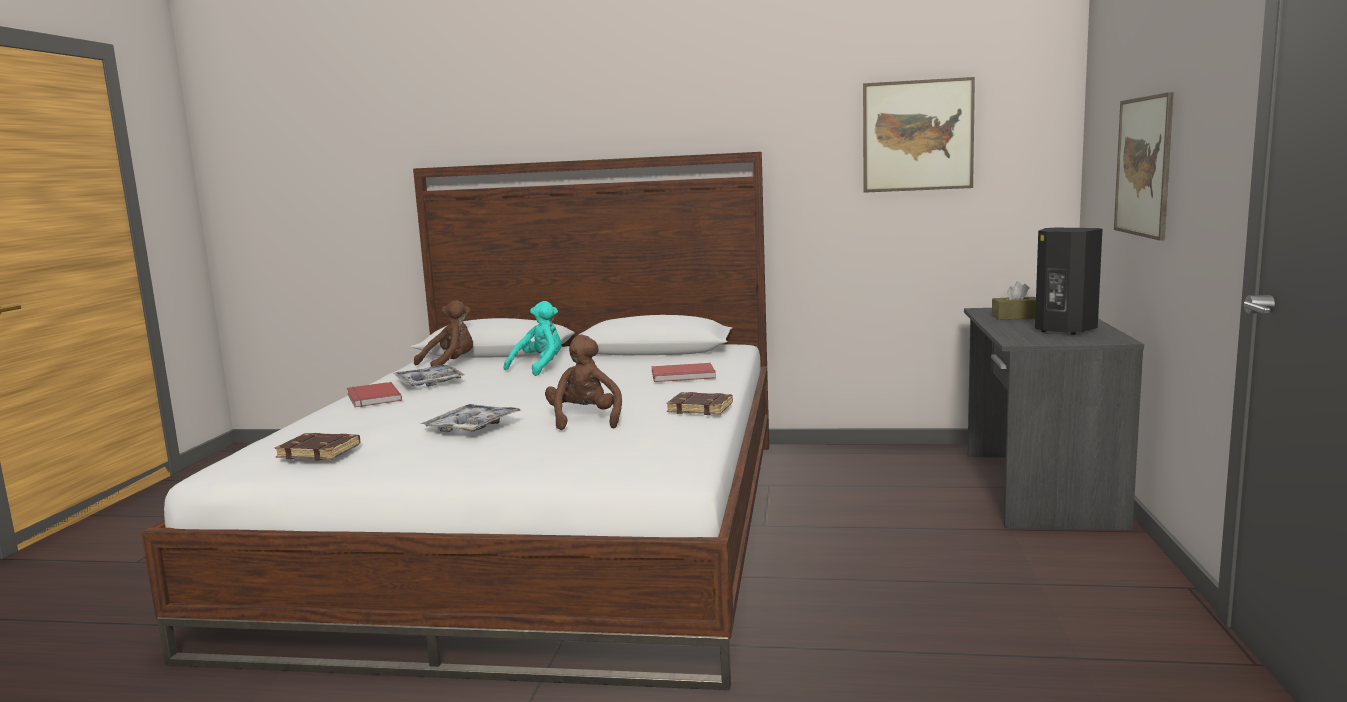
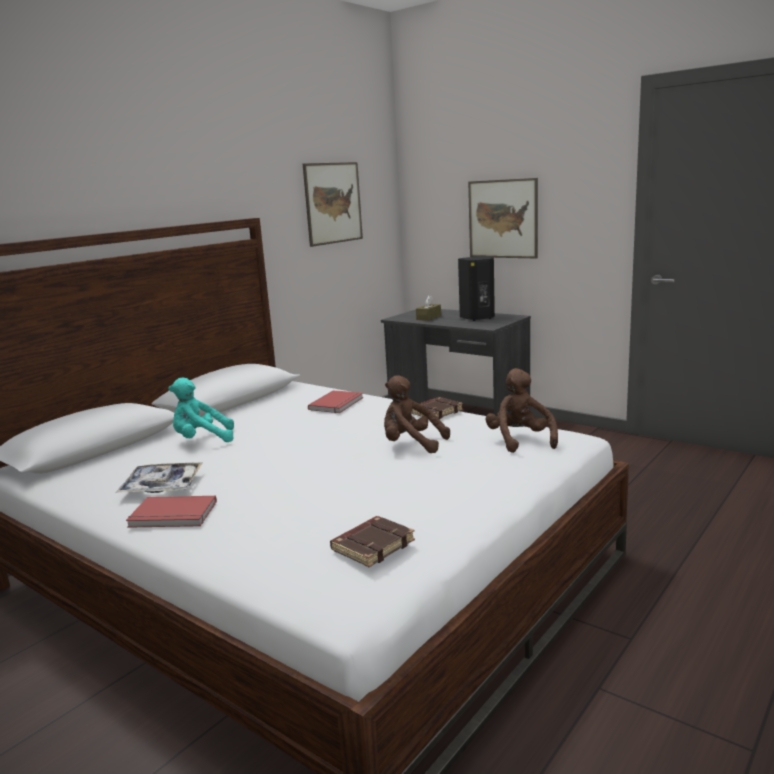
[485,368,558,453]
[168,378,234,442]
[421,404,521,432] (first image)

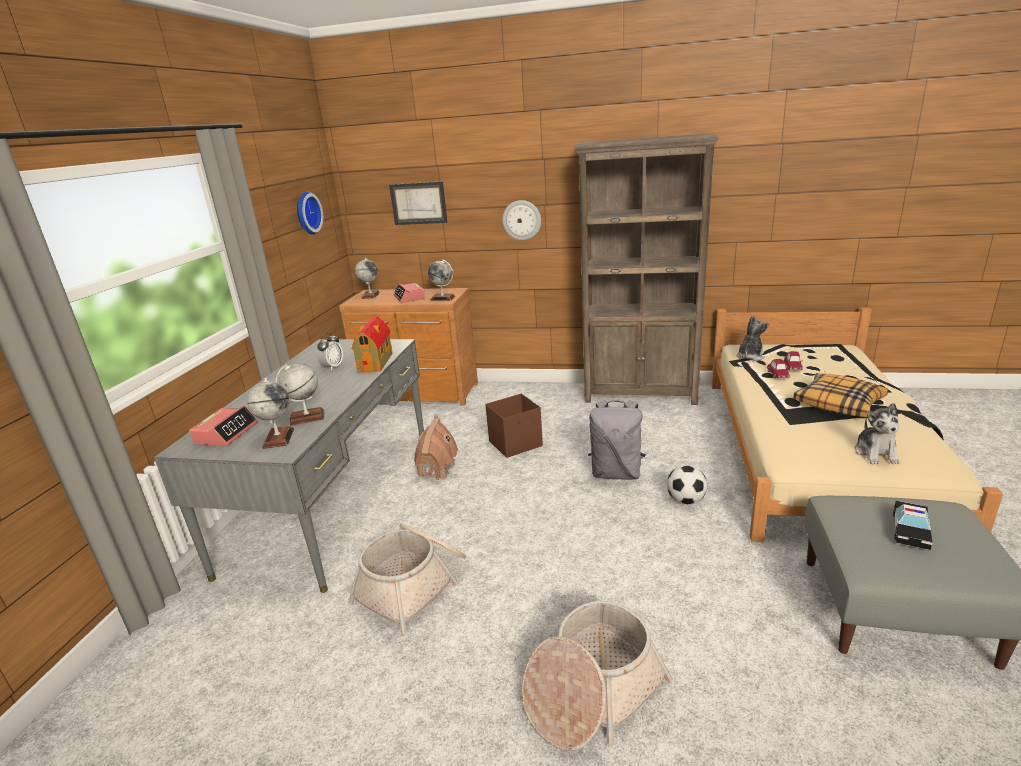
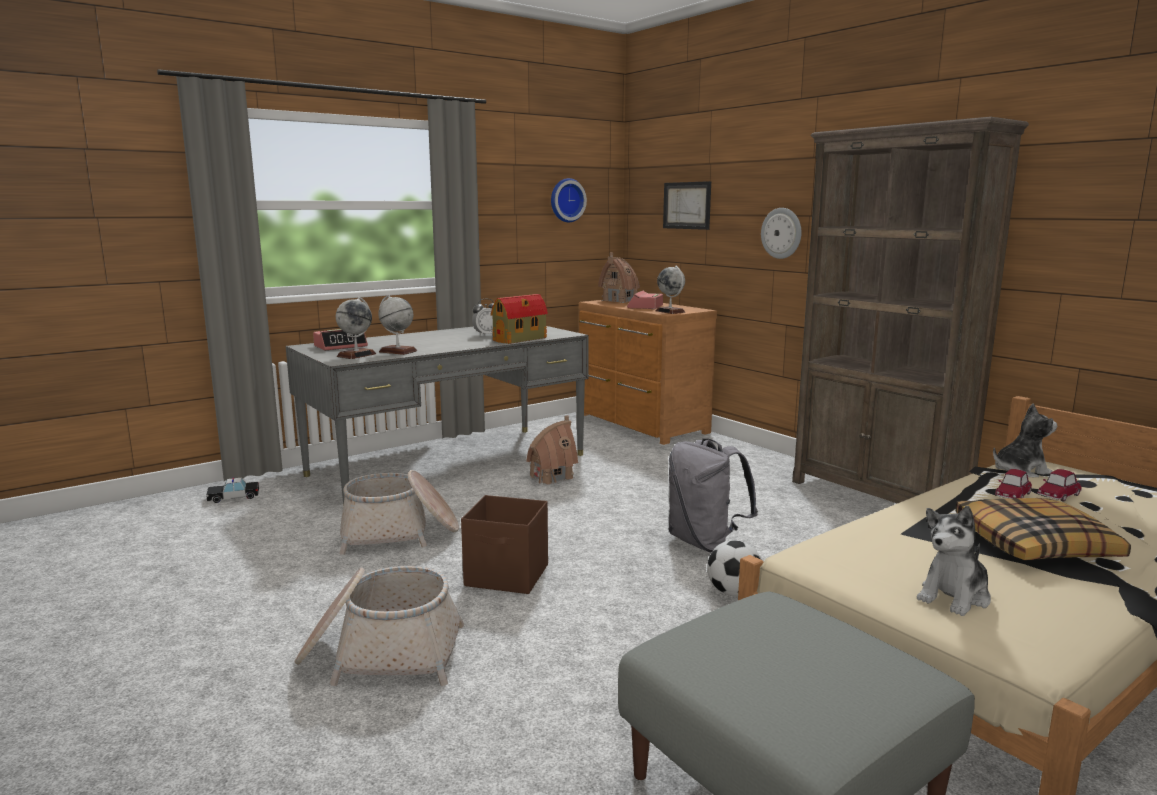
[598,253,640,303]
[461,495,548,594]
[206,477,259,503]

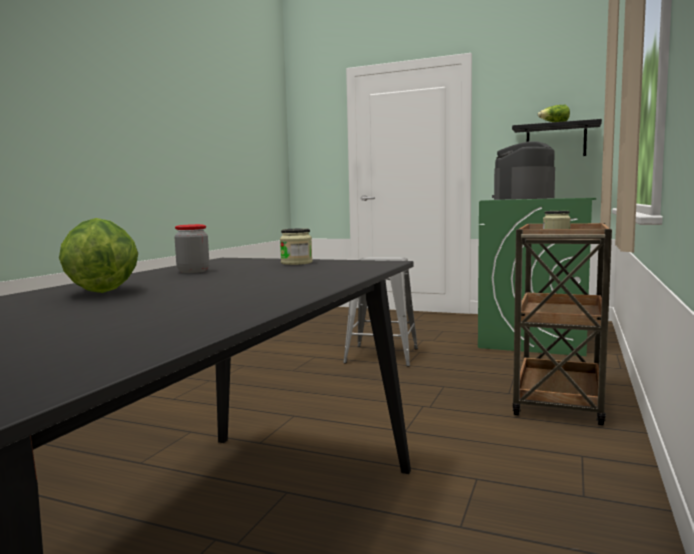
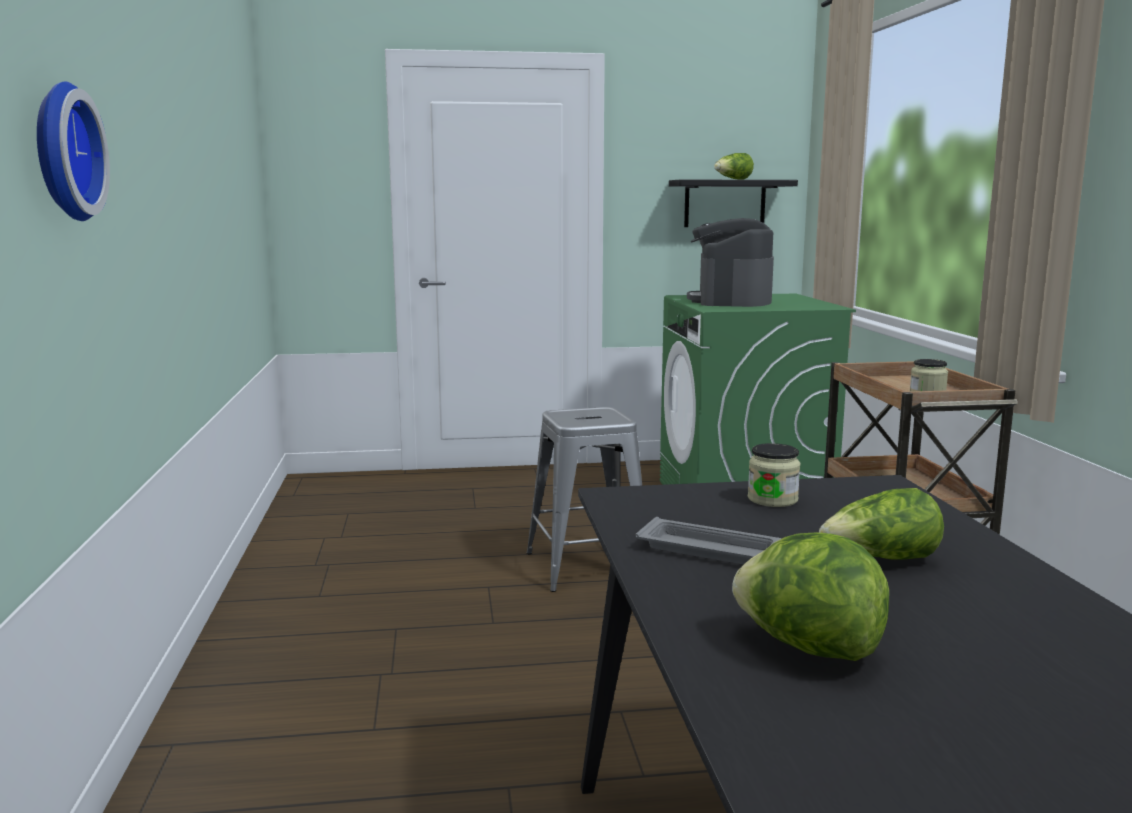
[636,517,781,564]
[37,82,110,221]
[819,488,944,560]

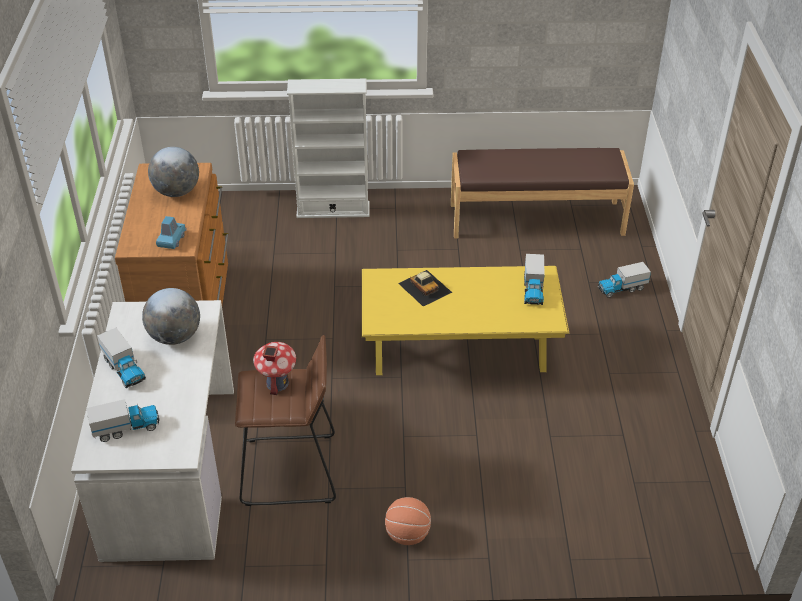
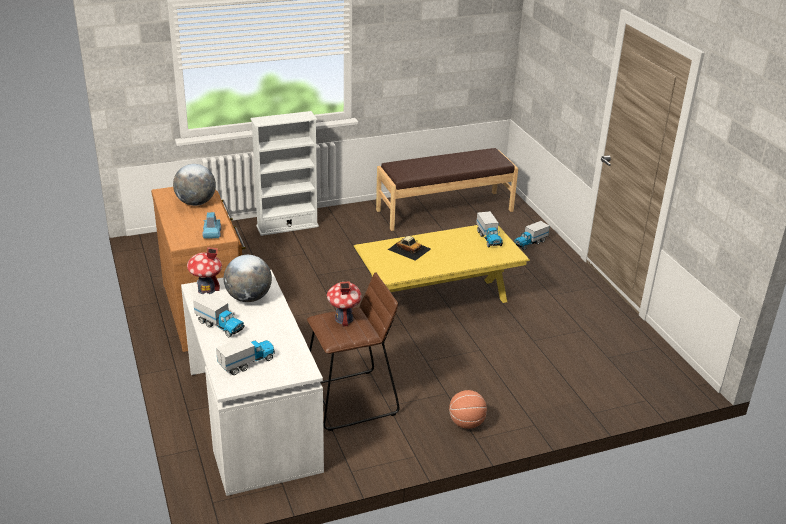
[187,247,222,294]

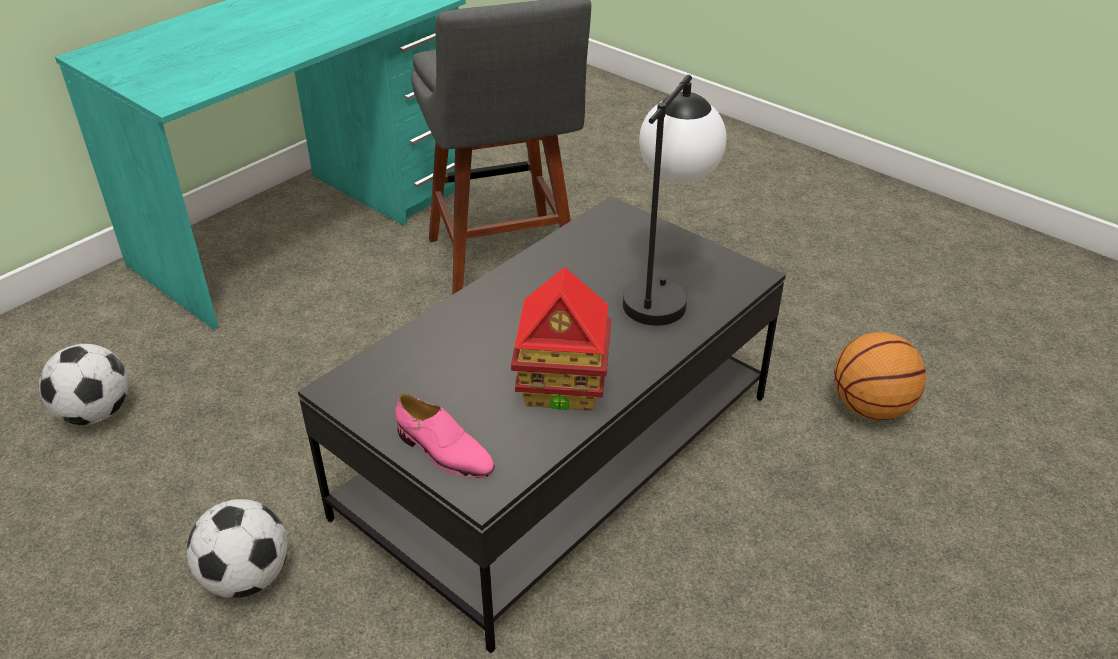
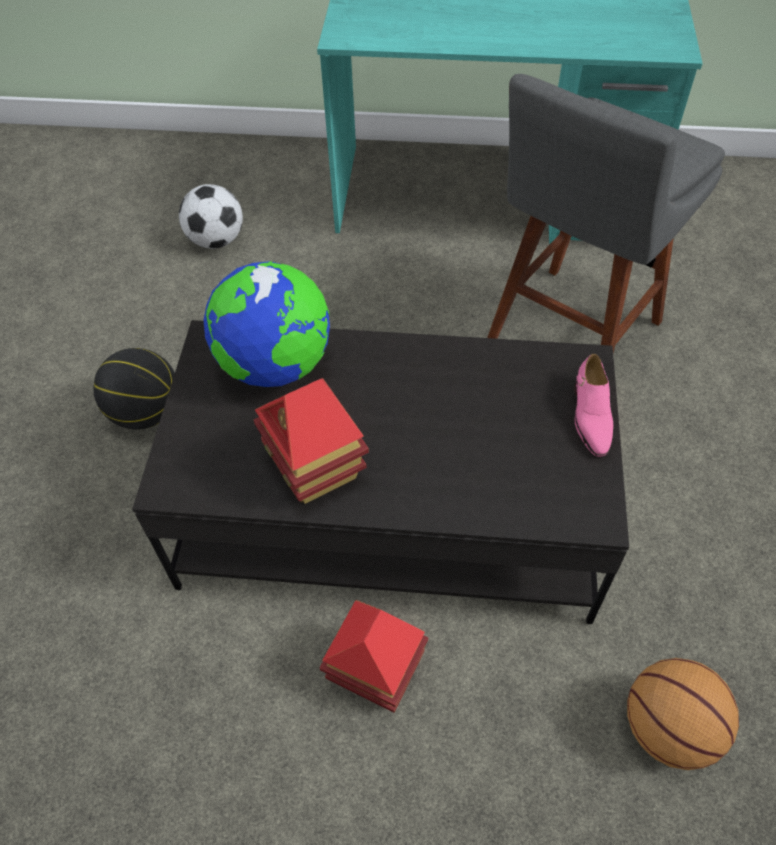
[623,75,727,326] (first image)
[574,354,613,457]
[93,348,175,429]
[204,261,330,387]
[320,600,428,713]

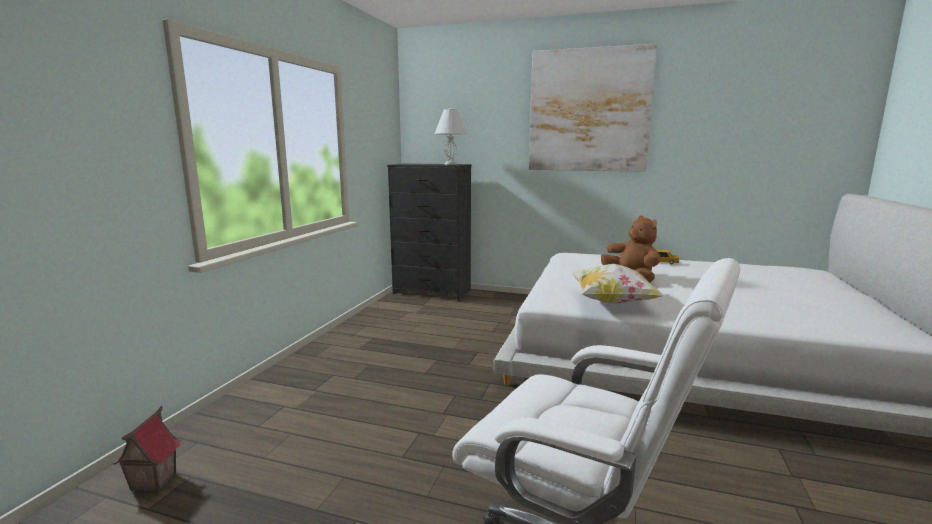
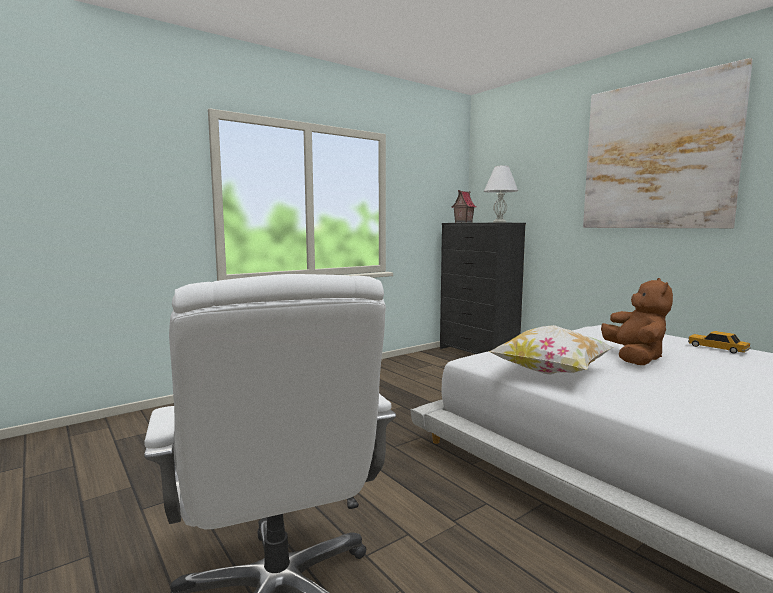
[452,190,476,223]

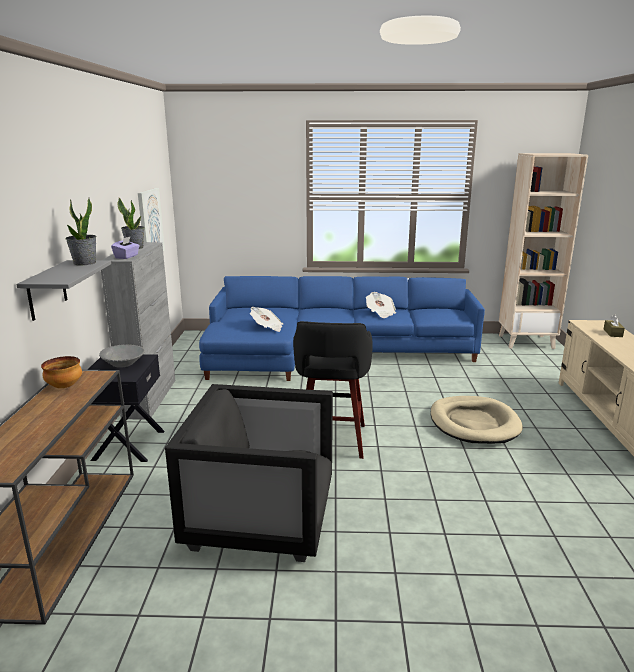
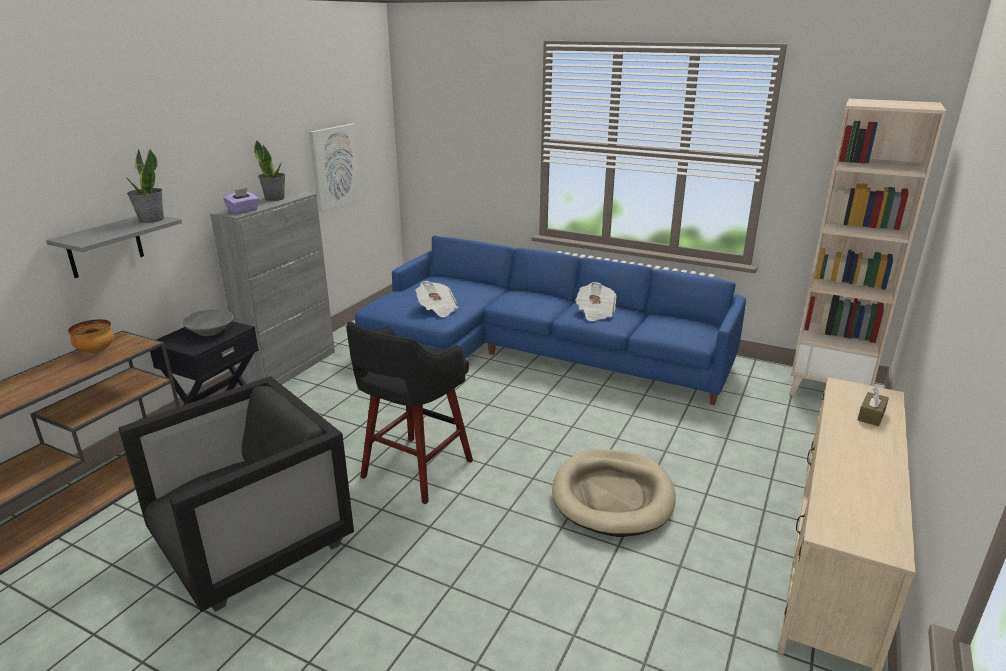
[118,376,354,612]

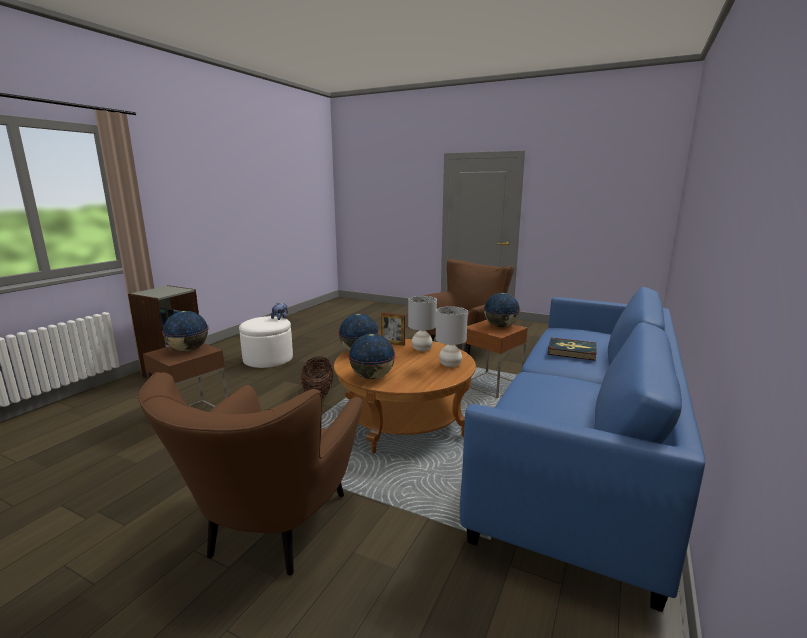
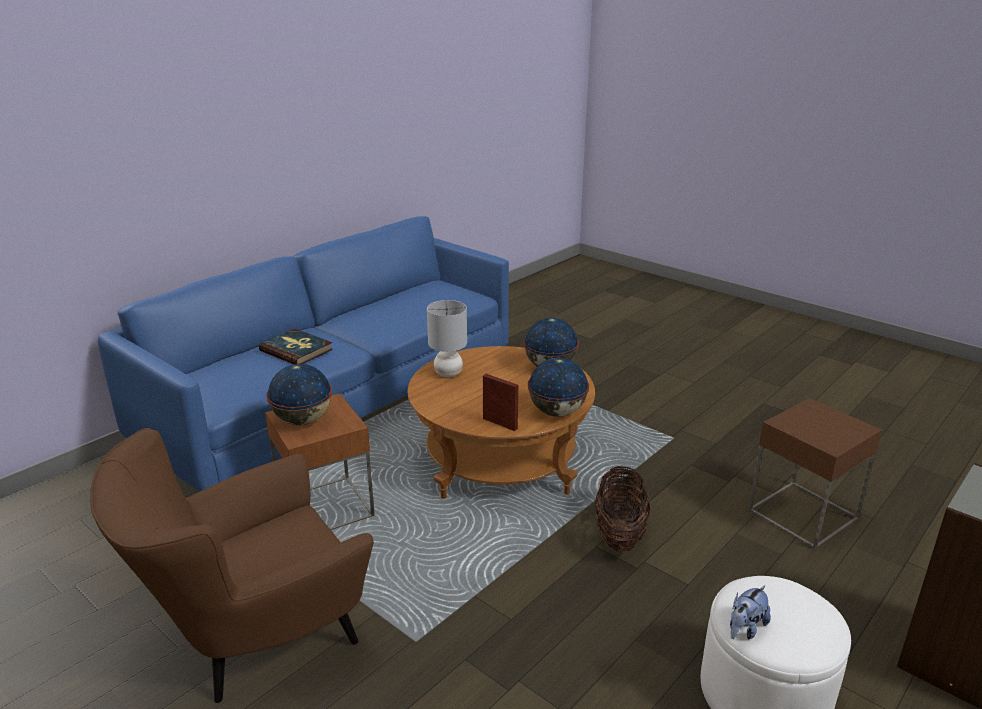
[408,296,437,351] (first image)
[162,311,209,351] (first image)
[139,372,363,576] (first image)

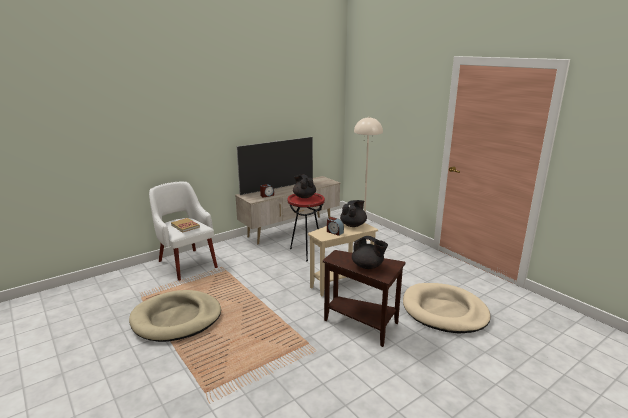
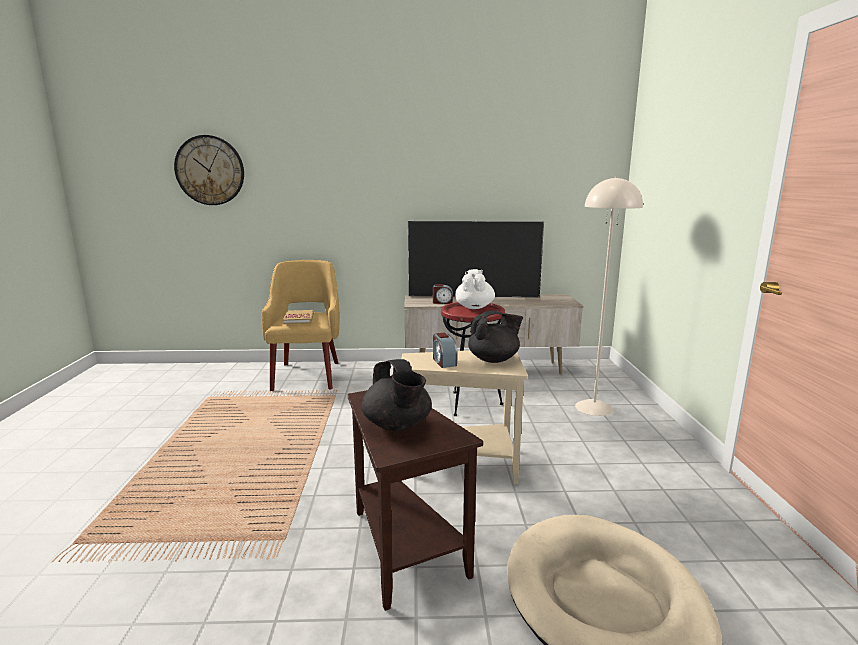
[455,269,495,309]
[262,260,340,391]
[129,290,221,342] (first image)
[174,135,244,205]

